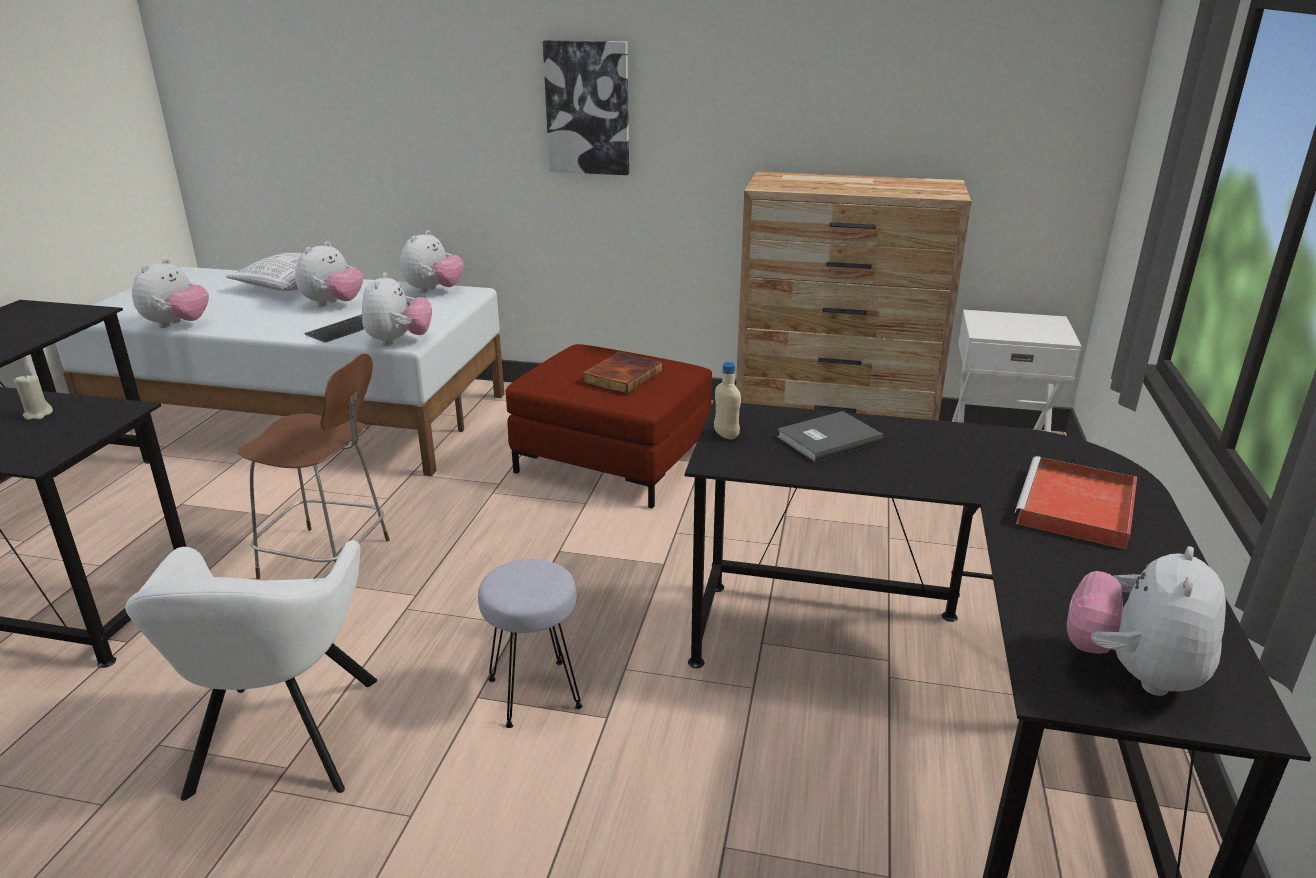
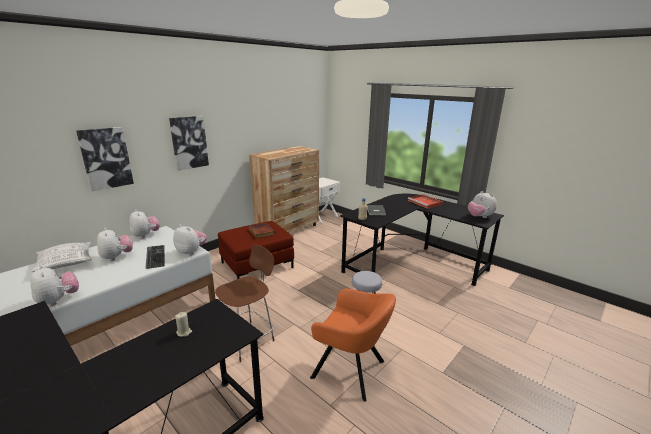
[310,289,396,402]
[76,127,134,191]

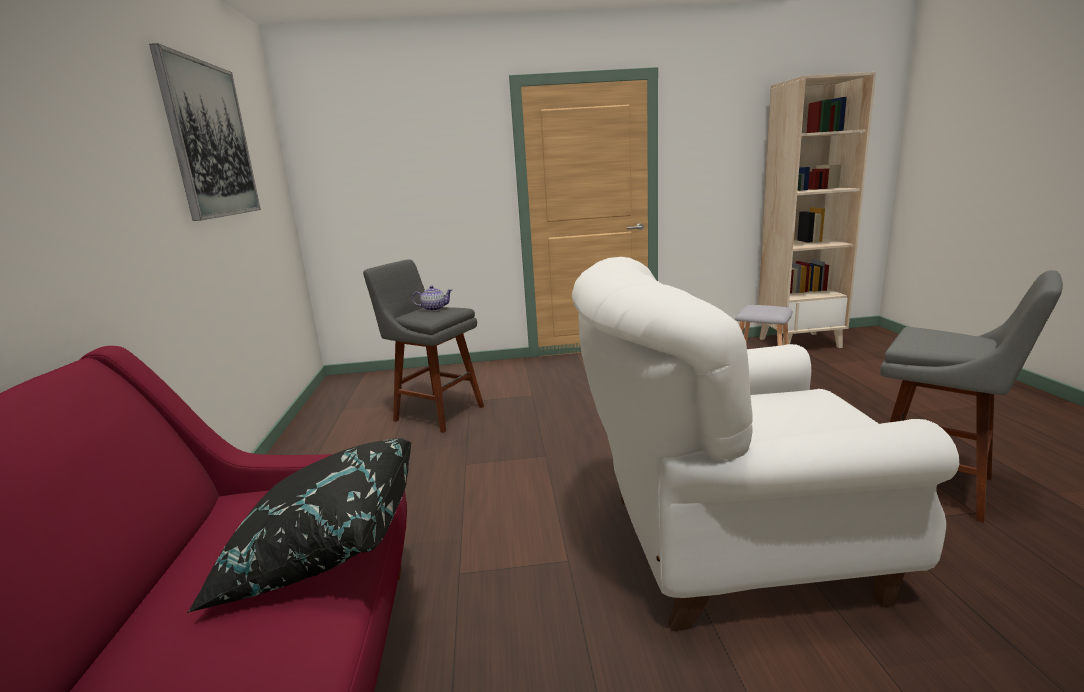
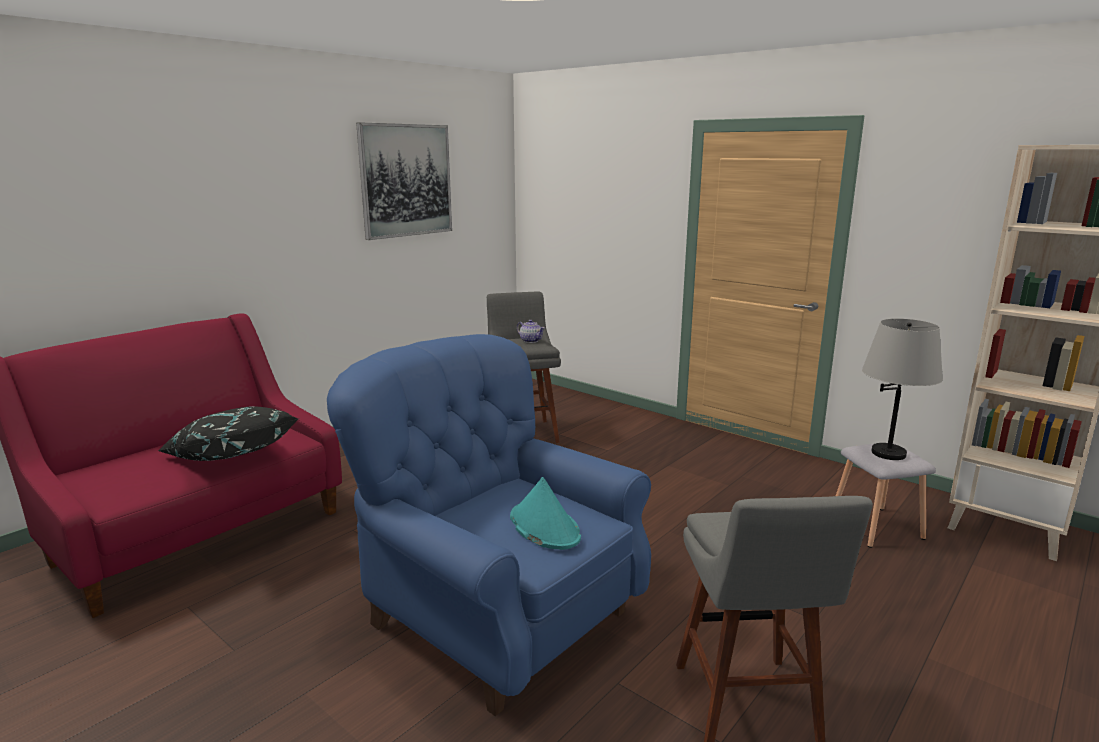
[327,334,651,716]
[862,319,943,460]
[510,477,581,550]

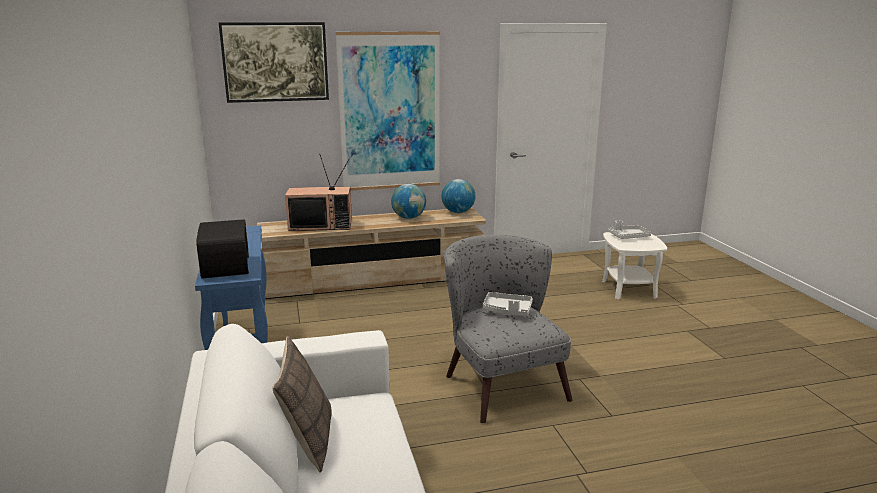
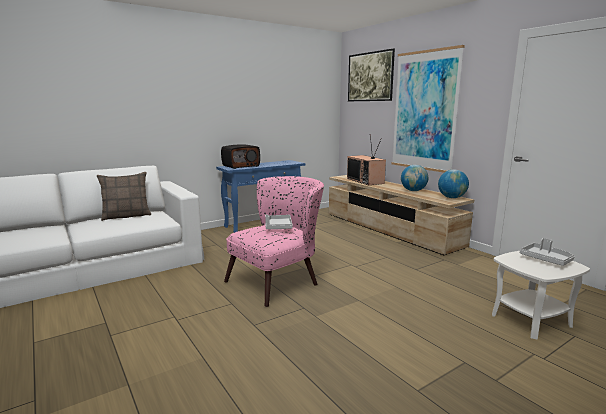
[224,176,324,307]

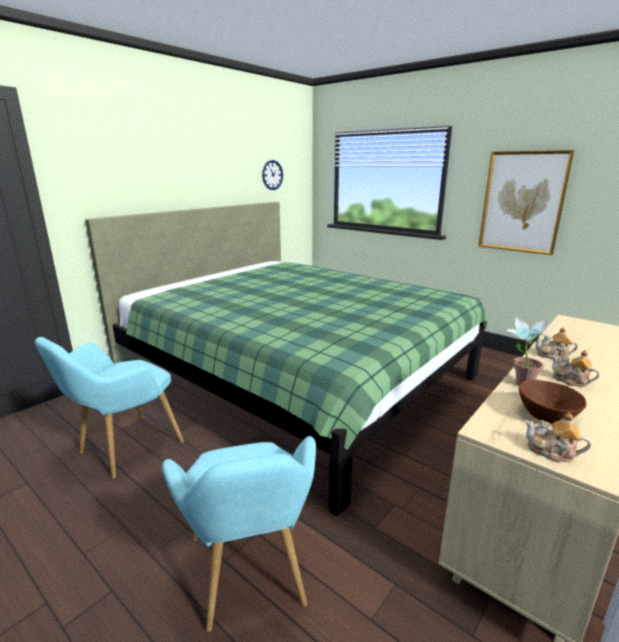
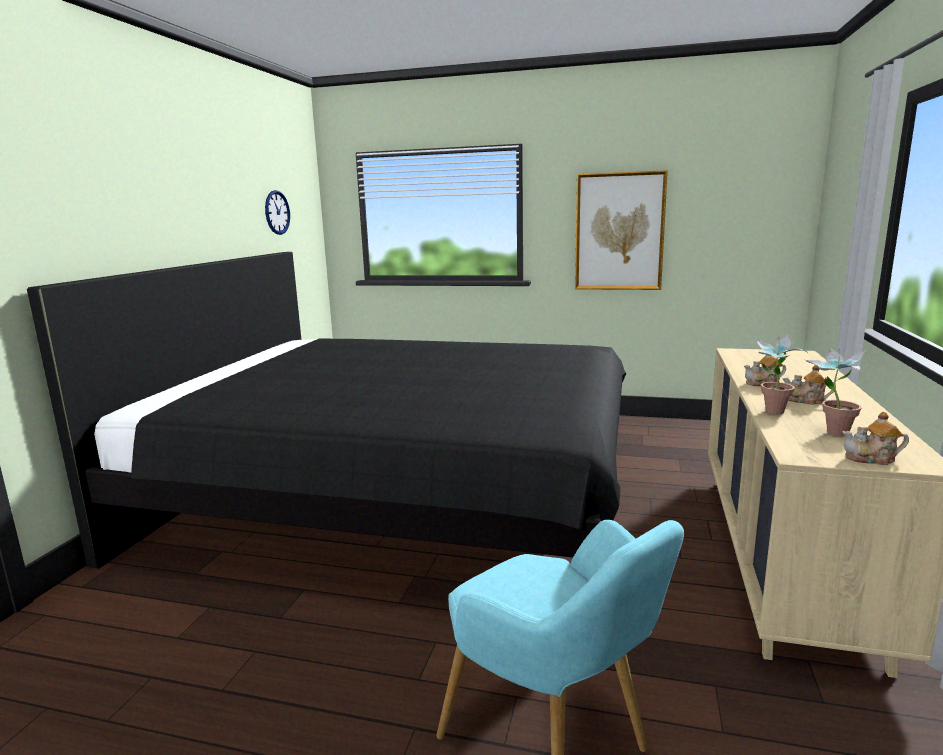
[27,252,626,569]
[35,337,184,479] (first image)
[805,348,866,436]

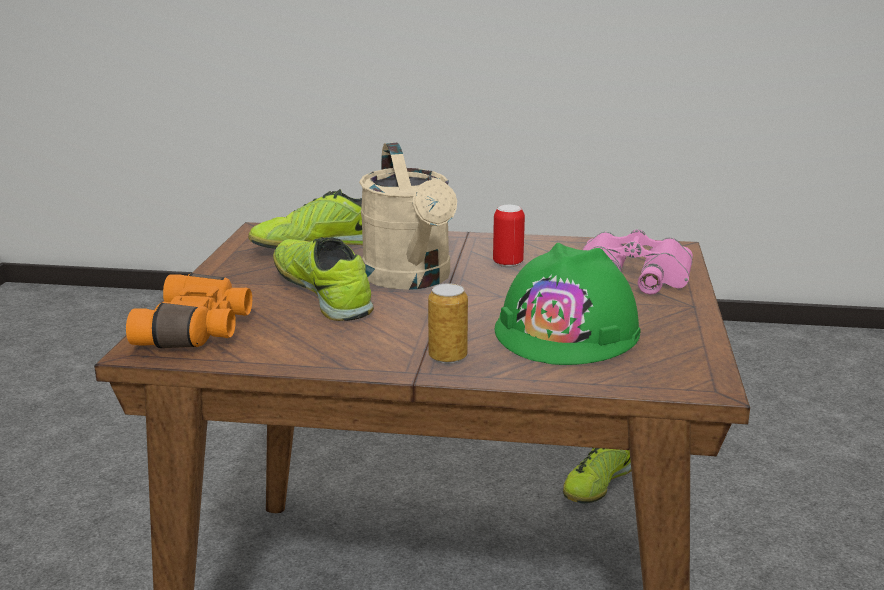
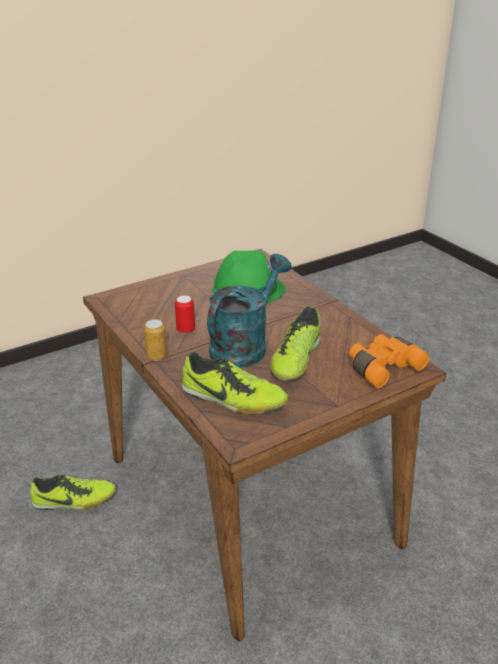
[207,254,292,368]
[583,229,693,295] (first image)
[144,319,167,361]

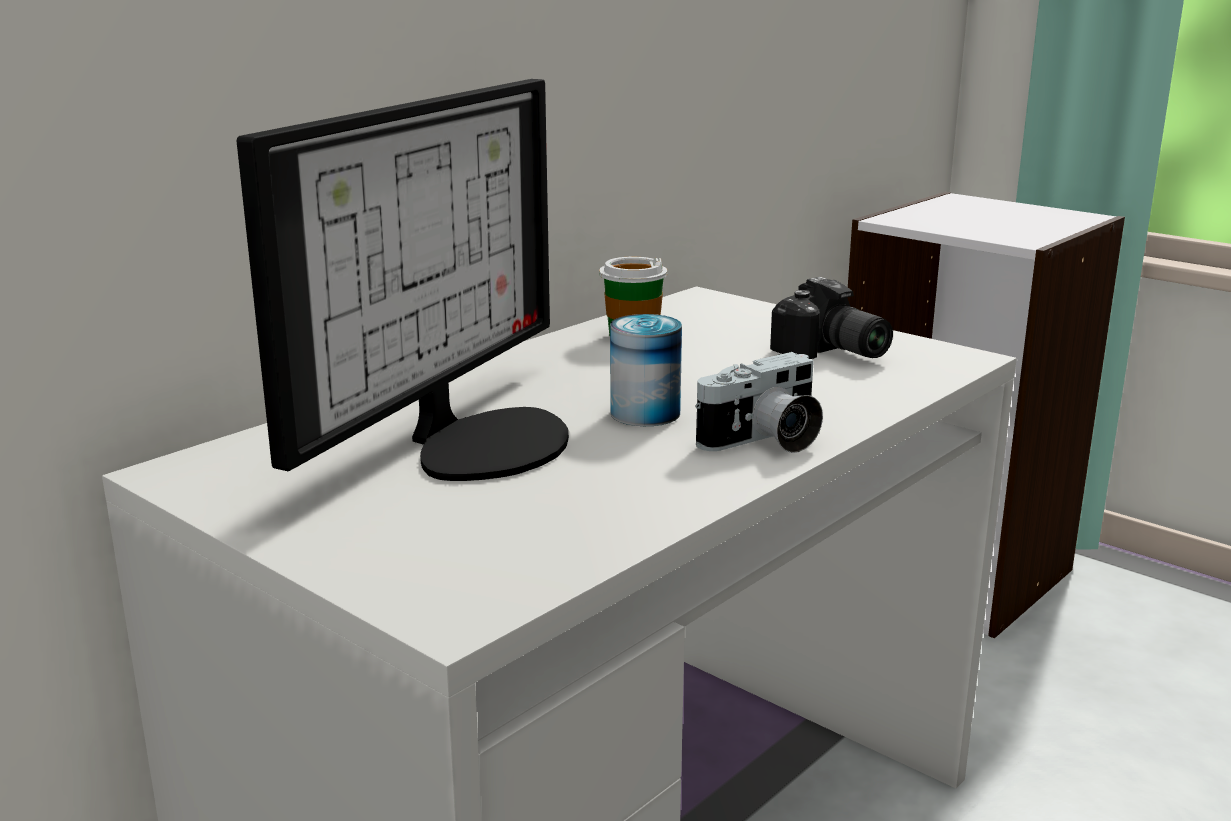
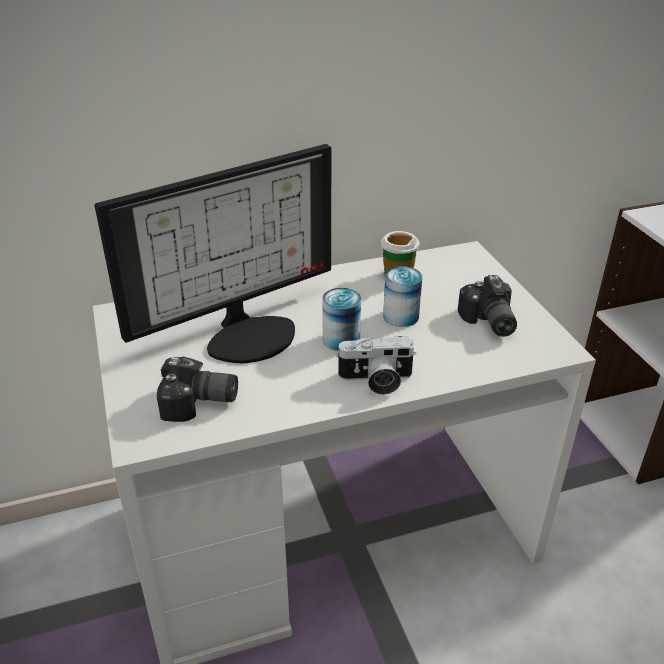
[383,266,422,327]
[157,357,238,422]

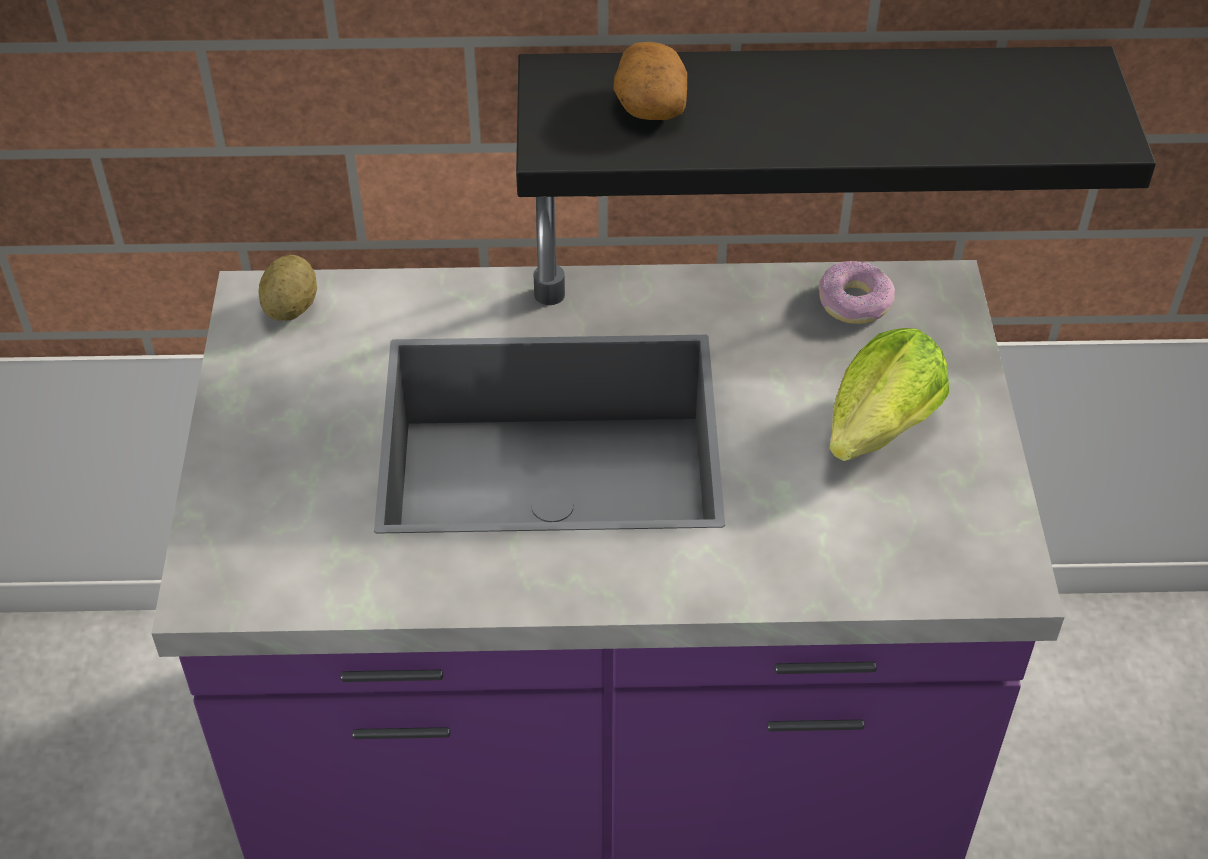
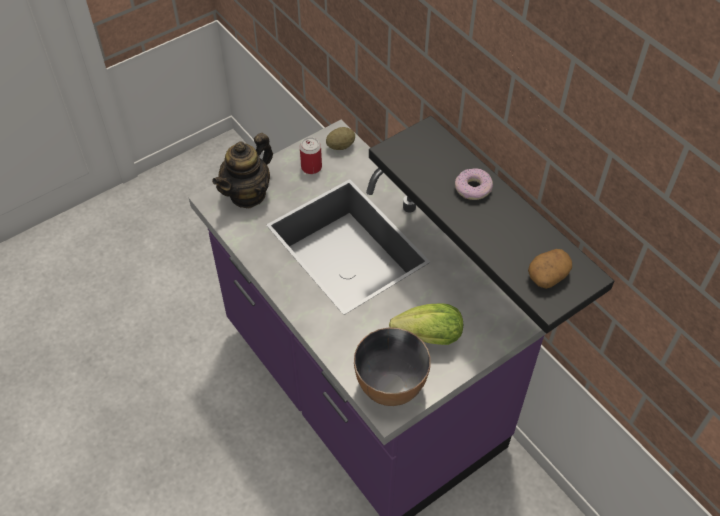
[528,249,572,289]
[455,168,493,200]
[212,133,273,208]
[300,137,322,174]
[354,328,431,406]

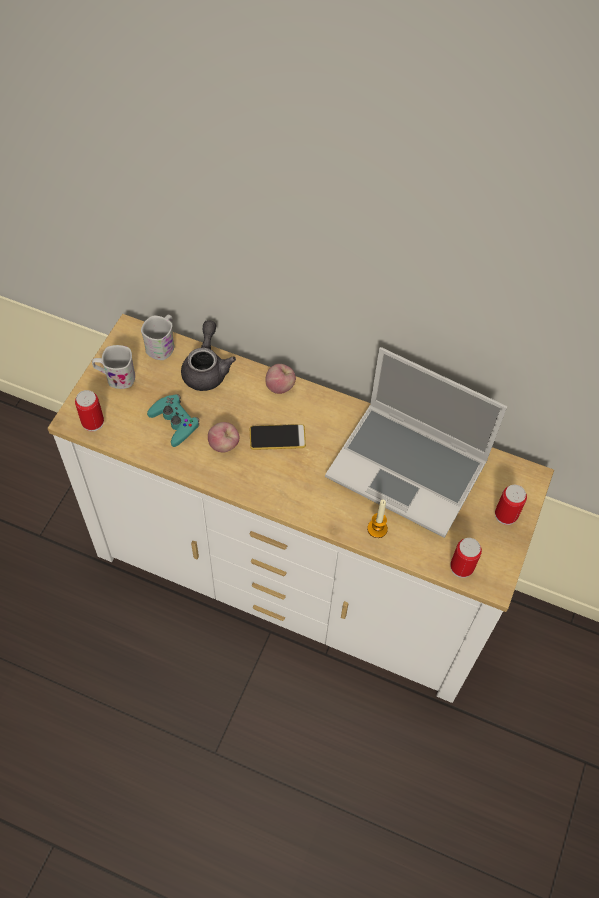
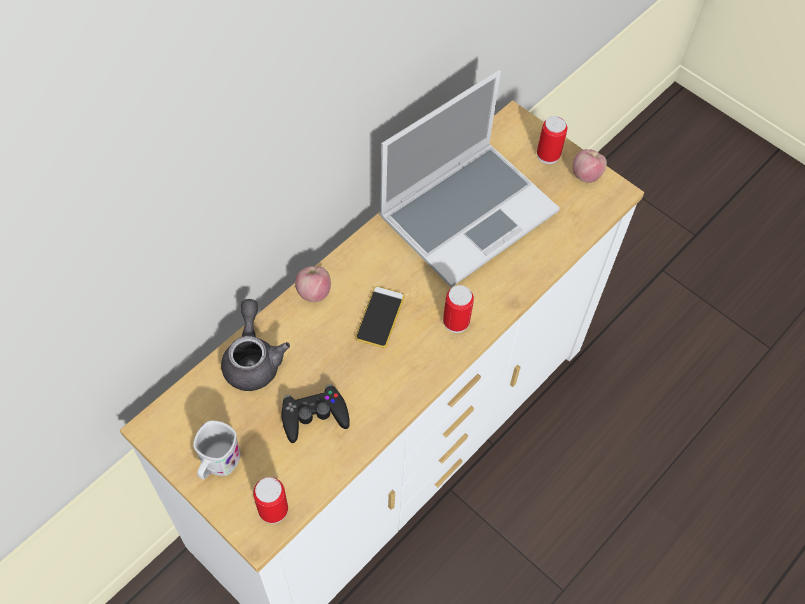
[141,315,174,360] (first image)
[221,299,290,391]
[281,384,350,443]
[573,149,607,183]
[367,500,388,538] (first image)
[443,285,474,333]

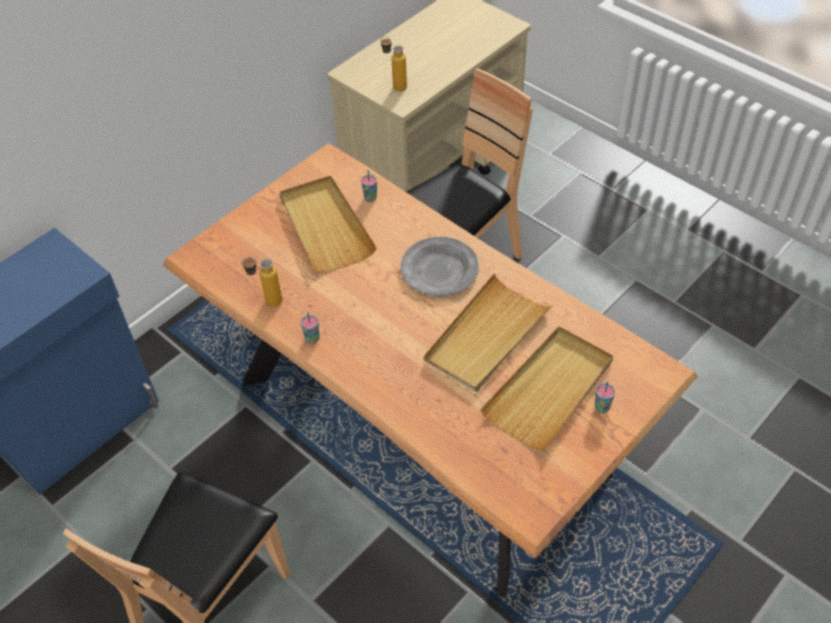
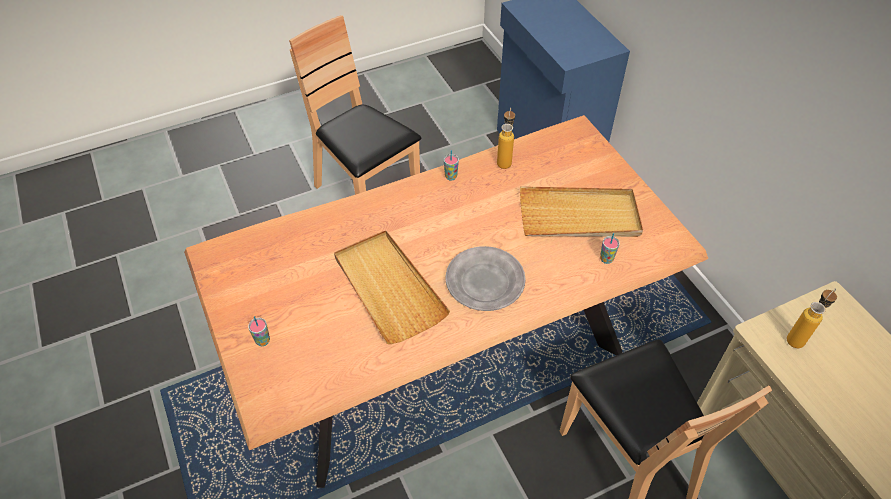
[480,326,613,451] (first image)

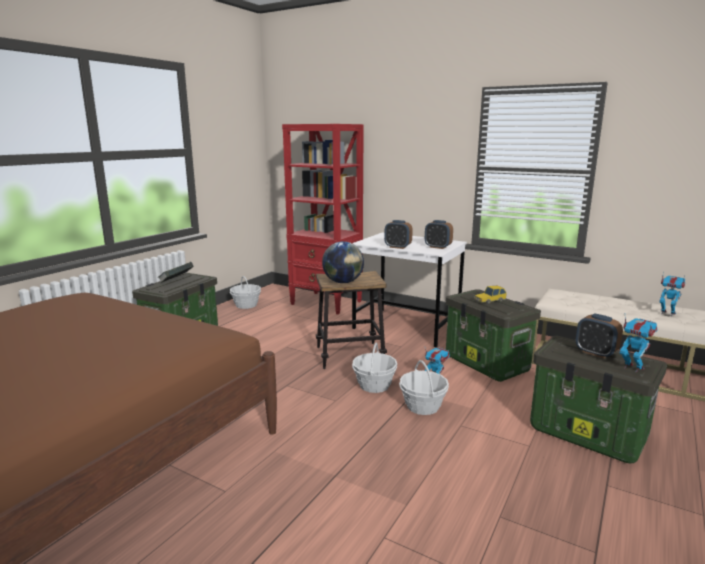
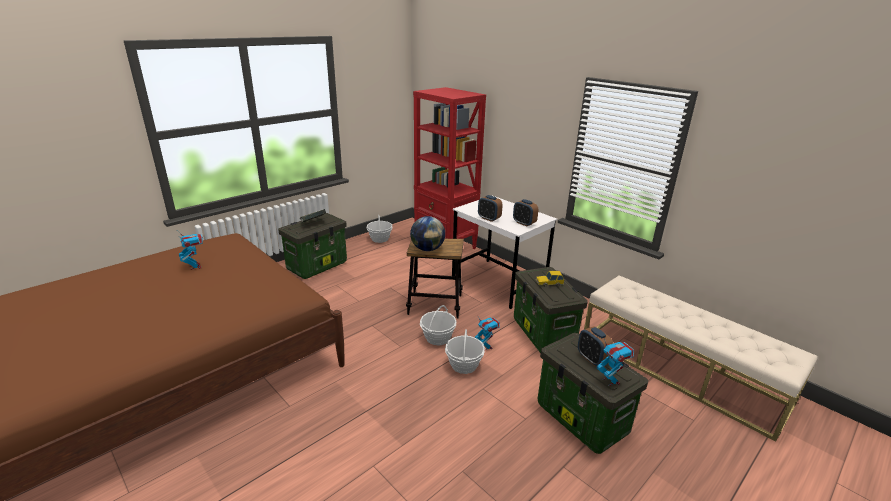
[179,232,203,270]

